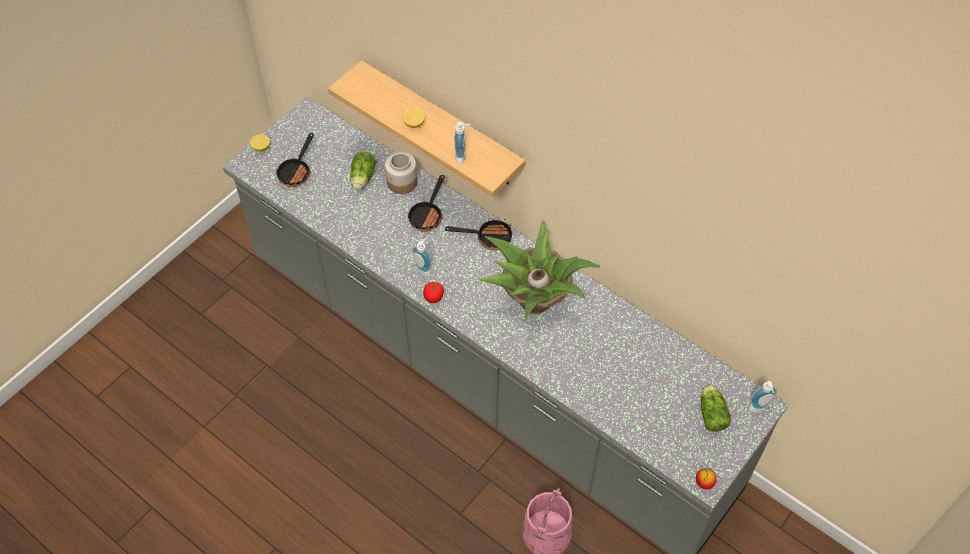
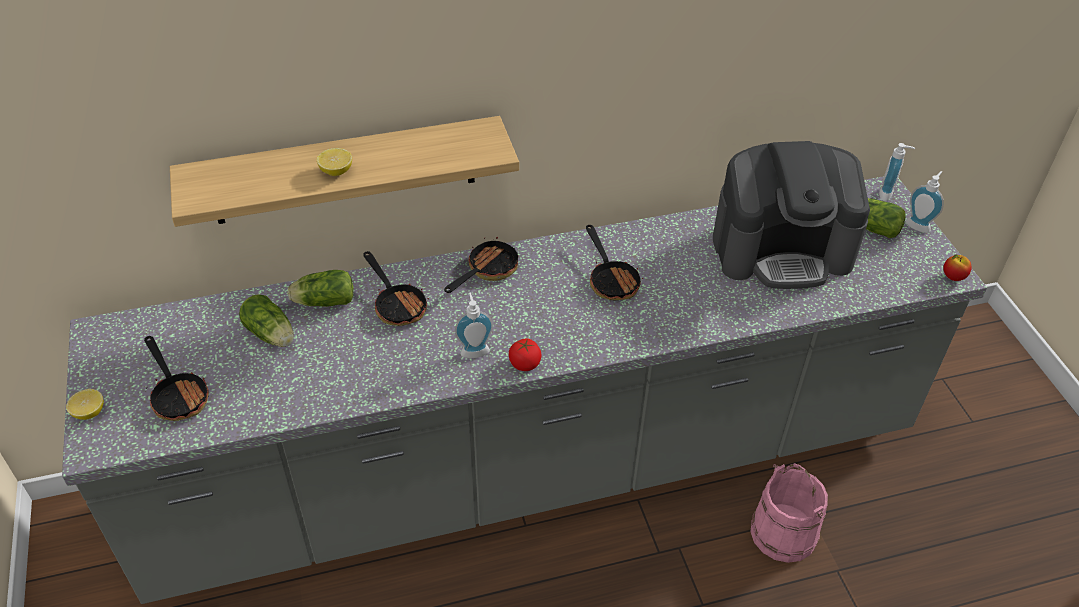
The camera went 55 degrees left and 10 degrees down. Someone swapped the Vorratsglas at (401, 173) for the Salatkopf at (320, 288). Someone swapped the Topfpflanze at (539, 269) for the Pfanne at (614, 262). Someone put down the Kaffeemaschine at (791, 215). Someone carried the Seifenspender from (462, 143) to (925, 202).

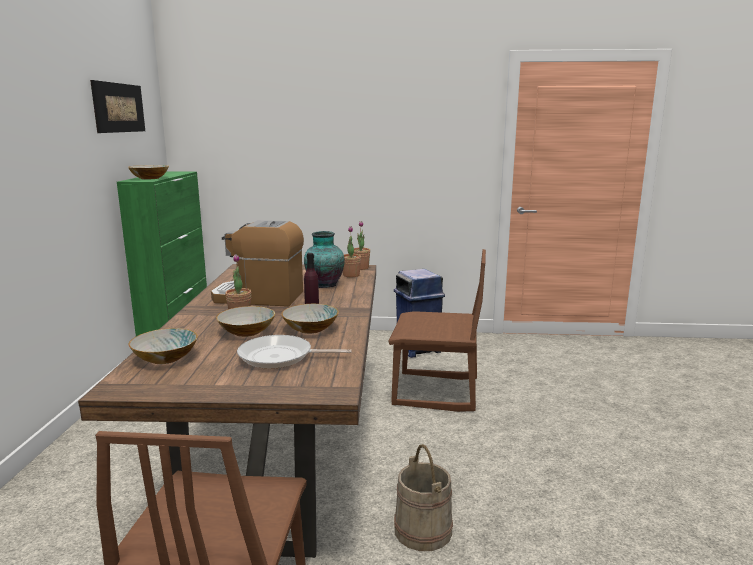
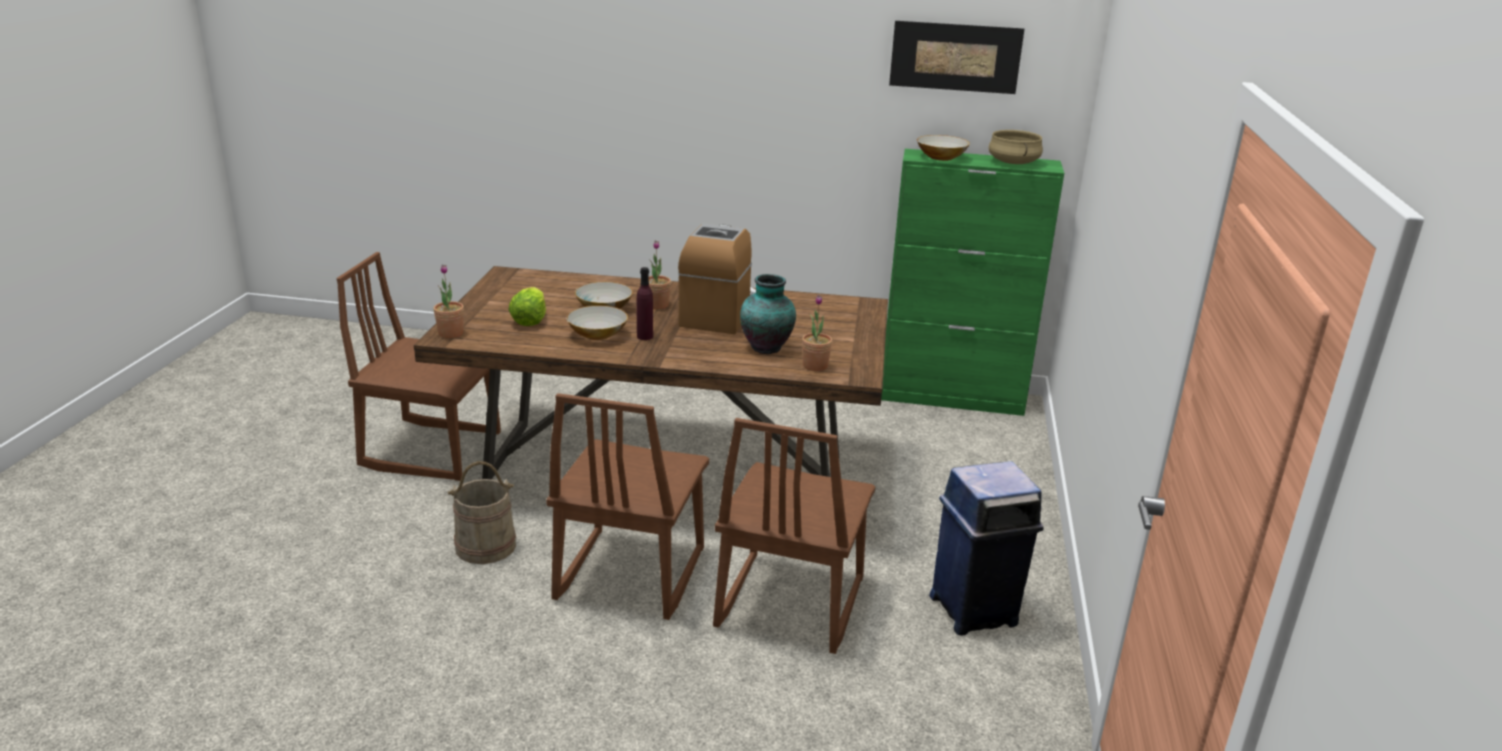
The camera went 95 degrees right and 10 degrees up. Someone carried the Topfpflanze from (362, 245) to (448, 301). Someone swapped the Pfanne at (294, 352) for the Salatkopf at (527, 306). Someone put down the Stuhl (braun) at (627, 506). Someone put down the Kochtopf (beige) at (1015, 147). Someone took away the Schüssel at (163, 346).

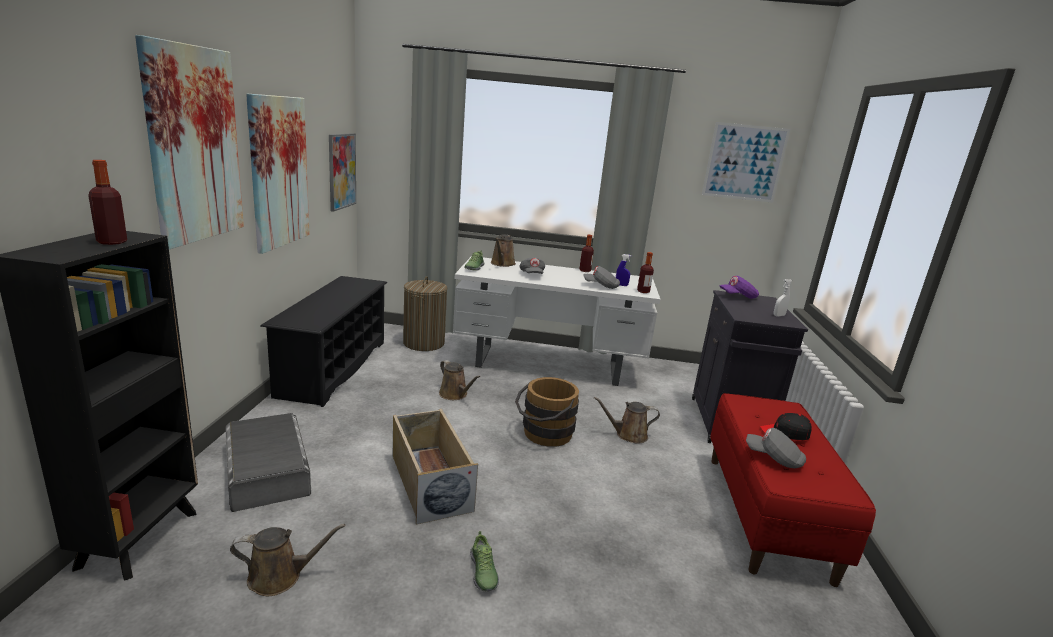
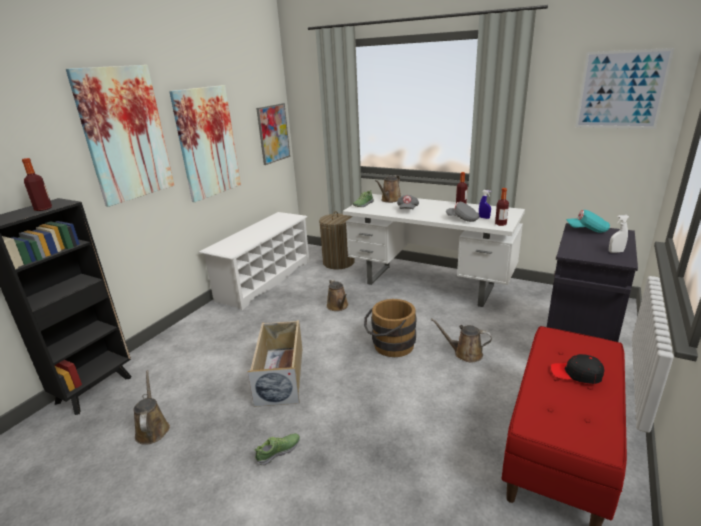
The camera went 25 degrees right and 5 degrees up. Someone rotated the Gießkanne (braun) at (287, 560) by 120 degrees counterclockwise. Someone repainted the Schuhregal (schwarz) at (323, 341), which became the Schuhregal (weiß) at (254, 261). Someone rotated the Schuh at (484, 561) by 135 degrees counterclockwise. Someone repainted the Kappe (lila) at (739, 287), which became the Kappe (türkis) at (588, 221). Someone took away the Aufbewahrungsbox (grau) at (268, 462). Someone took away the Kappe (grau) at (776, 448).

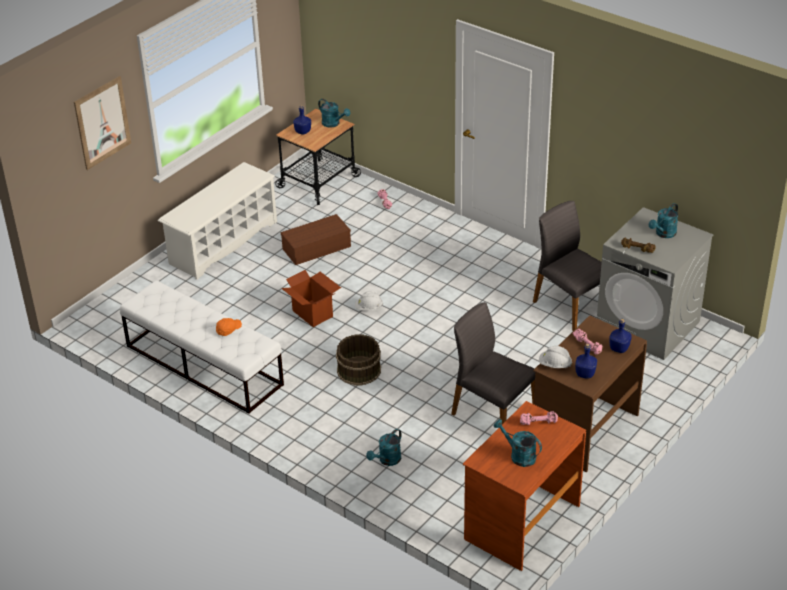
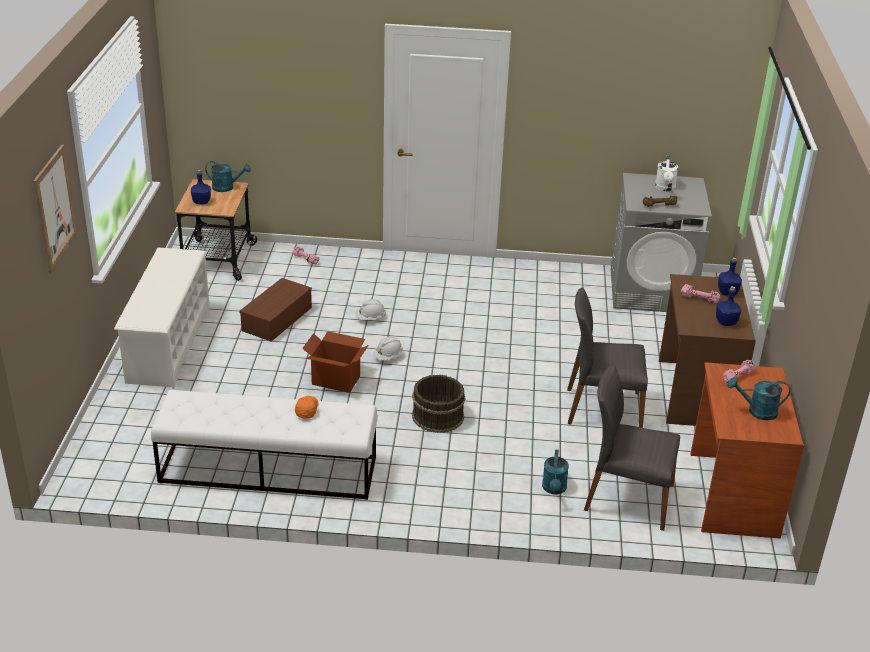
The camera went 35 degrees left and 5 degrees down. Someone carried the Schutzhelm (weiß) from (555, 357) to (370, 309). Someone carried the Stuhl (grau) from (567, 266) to (632, 448). Someone repainted the Gießkanne (türkis) at (663, 220), which became the Gießkanne (weiß) at (666, 173).

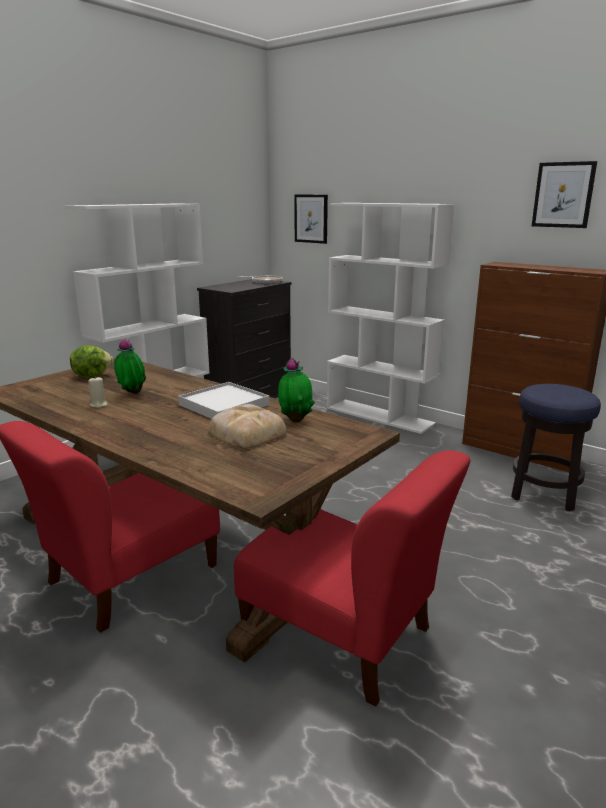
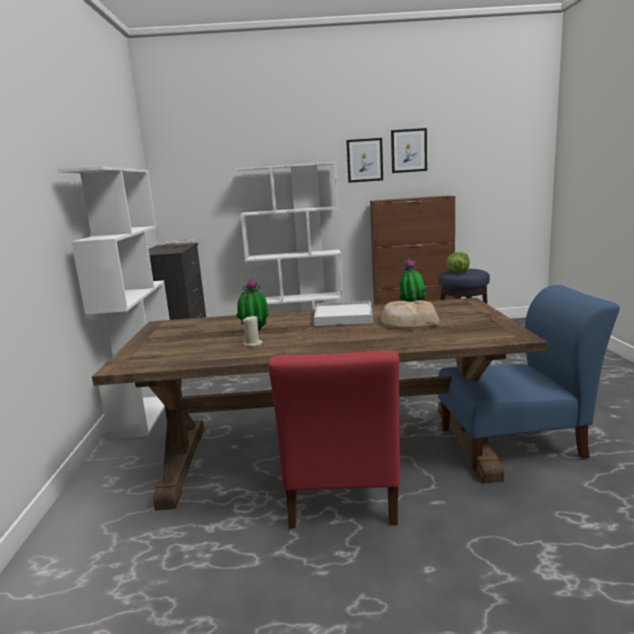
The camera went 40 degrees left and 5 degrees down. Someone carried the Bild from (311, 219) to (364, 160). Someone repainted the Stuhl (rot) at (352, 578), which became the Stuhl (blau) at (529, 378). Someone carried the Salatkopf from (91, 361) to (458, 262).

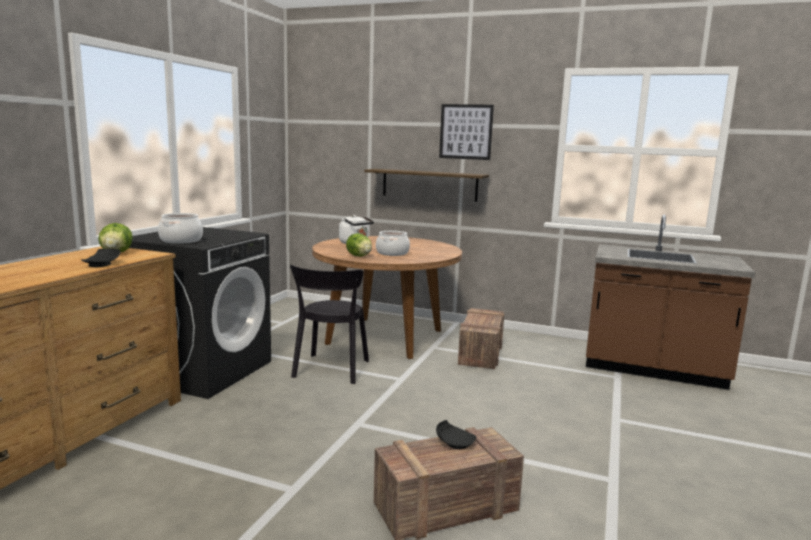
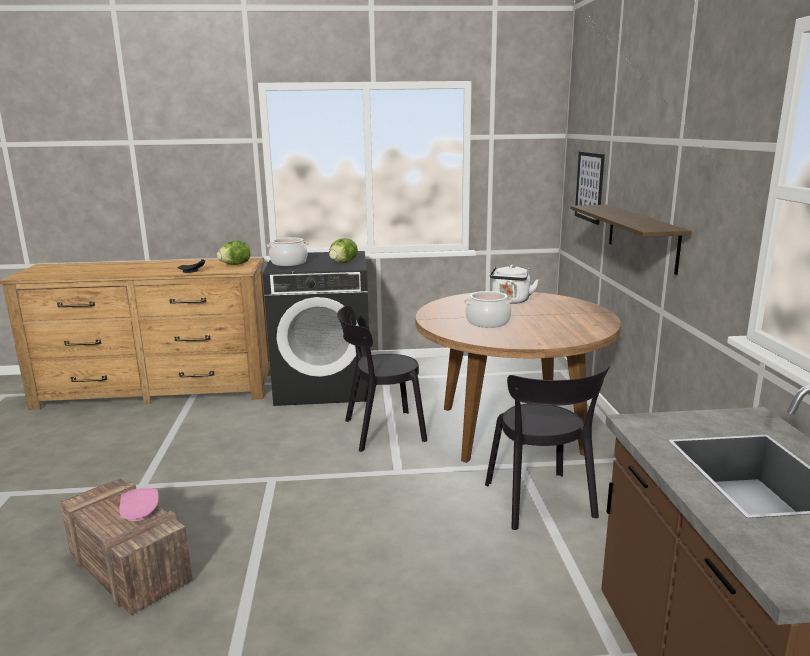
The camera went 65 degrees right and 5 degrees up. Someone repainted the Teller (schwarz) at (456, 434), which became the Teller (rosa) at (139, 504). Someone carried the Salatkopf from (359, 245) to (343, 250). Someone swapped the Kiste at (481, 338) for the Stuhl (schwarz) at (547, 448). Someone carried the Bild from (466, 132) to (590, 188).

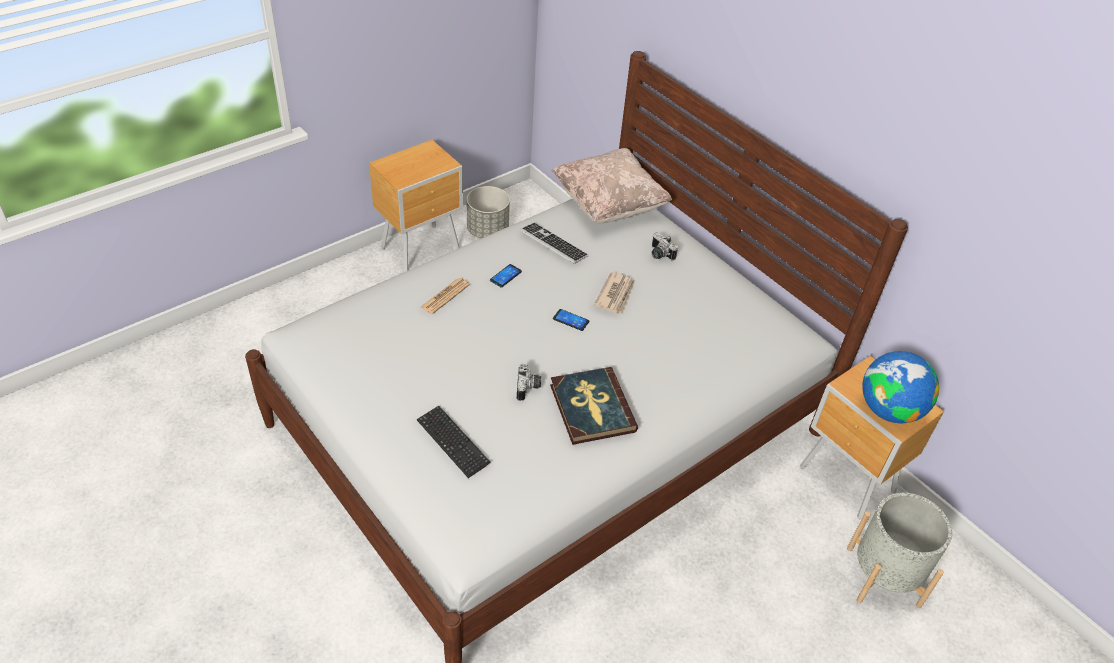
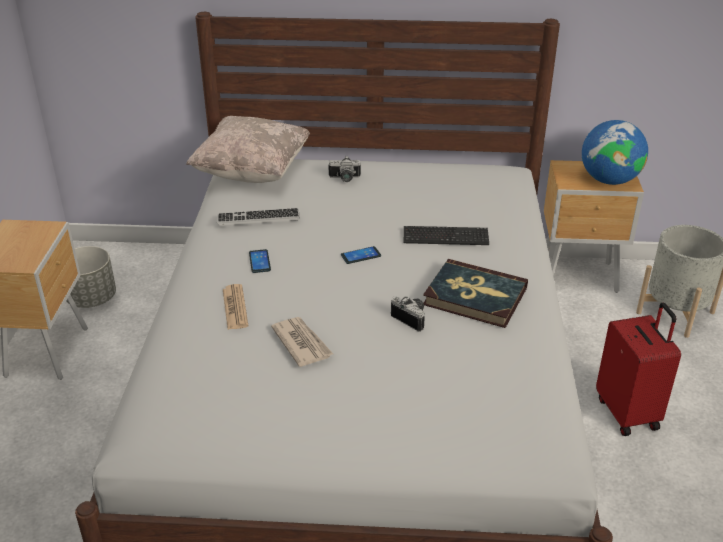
The camera went 45 degrees left and 10 degrees down. Someone carried the Zeitung from (614, 292) to (302, 342). Someone carried the Tastatur from (454, 442) to (446, 235). Someone put down the Koffer (rot) at (638, 369).

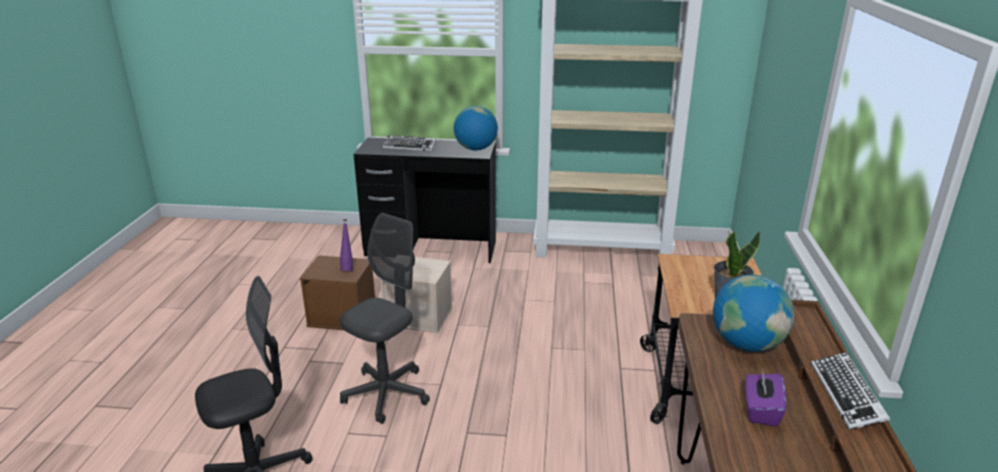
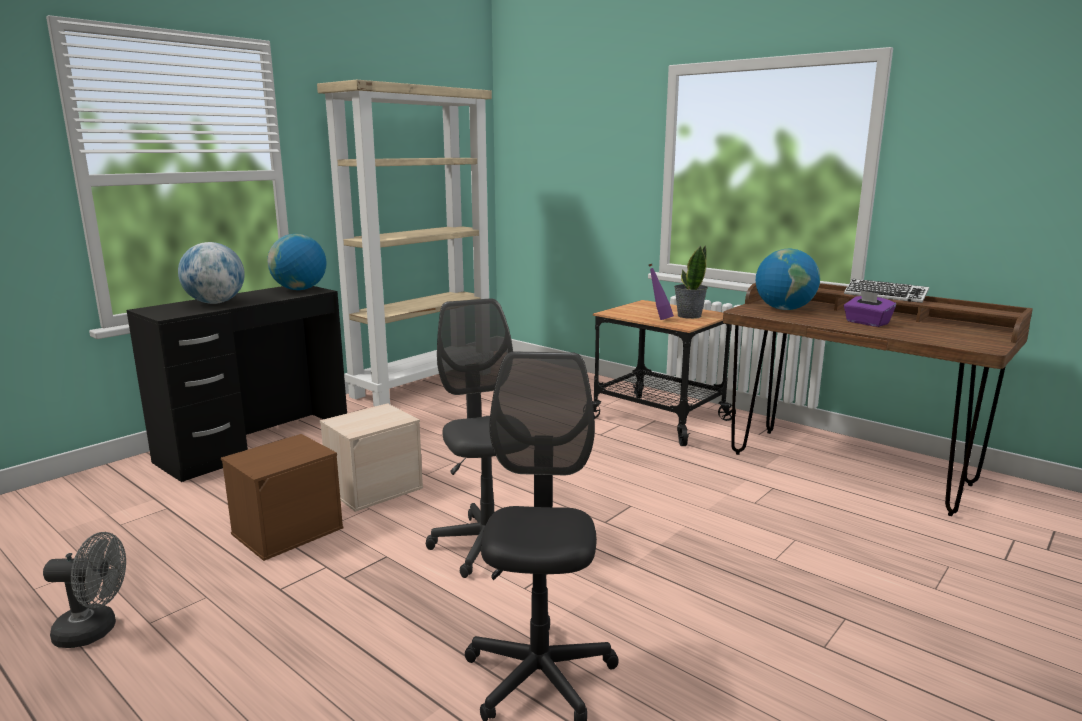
The camera went 55 degrees left and 10 degrees down. Someone put down the Ventilator (grau) at (84, 590). Someone swapped the Tastatur at (409, 143) for the Globus at (211, 273). Someone carried the Flasche (lila) from (346, 245) to (661, 292).

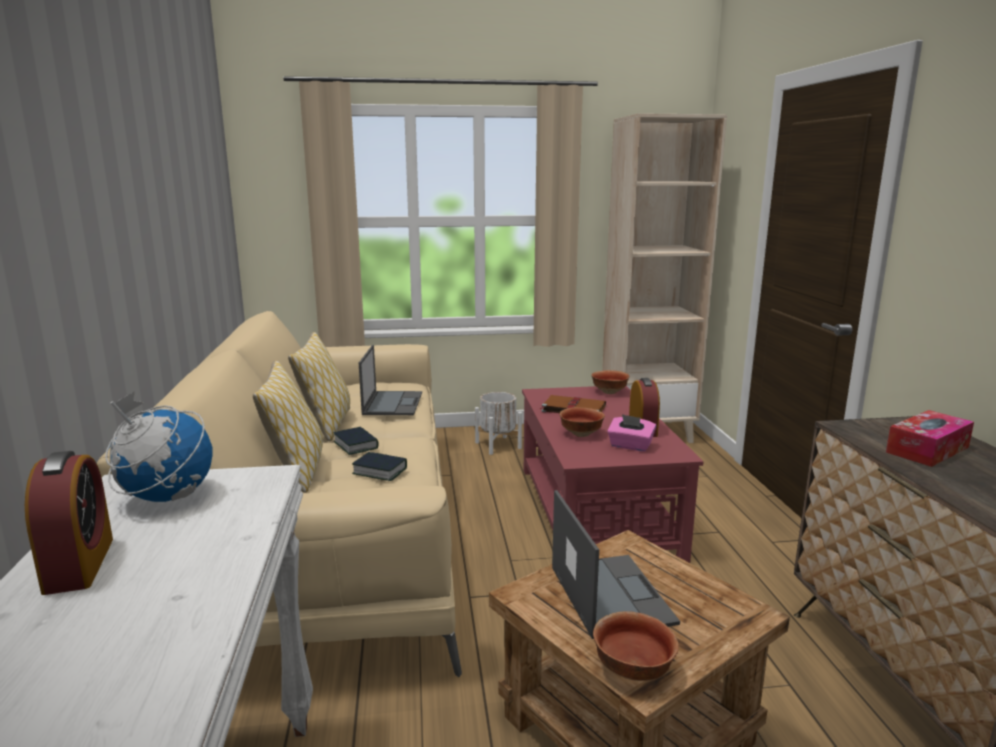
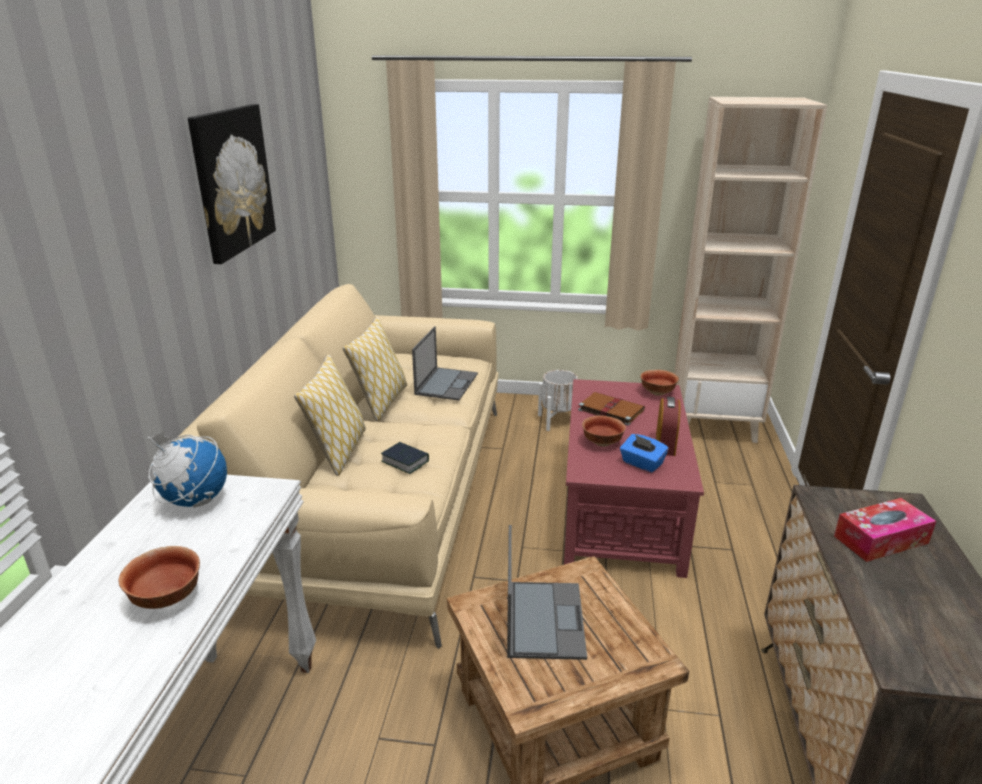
The camera went 15 degrees right and 10 degrees up. Someone carried the Schüssel from (636, 646) to (159, 577). Someone put up the Bild at (232, 184). Someone repainted the Taschentuchbox (rosa) at (631, 433), which became the Taschentuchbox (blau) at (644, 453). Someone took away the Wecker at (69, 523). Someone took away the Buch at (356, 441).

